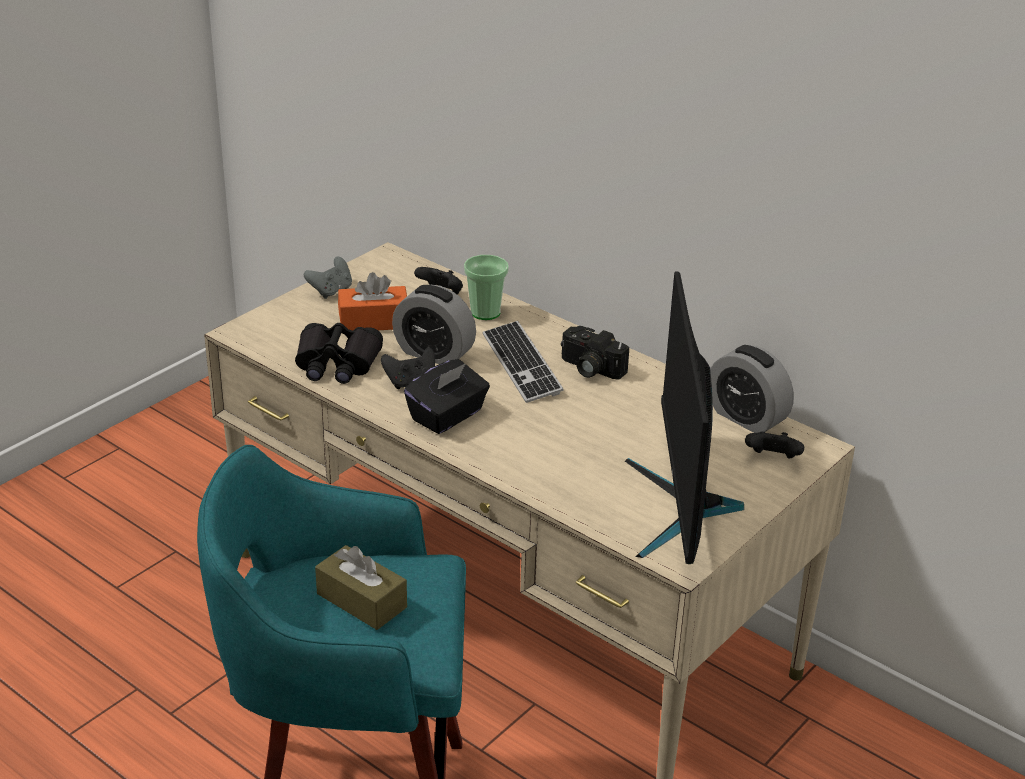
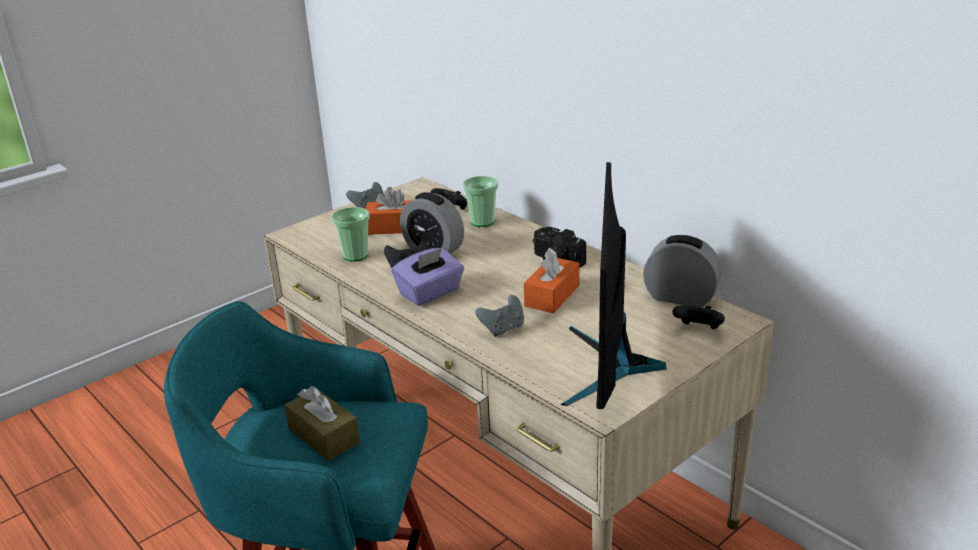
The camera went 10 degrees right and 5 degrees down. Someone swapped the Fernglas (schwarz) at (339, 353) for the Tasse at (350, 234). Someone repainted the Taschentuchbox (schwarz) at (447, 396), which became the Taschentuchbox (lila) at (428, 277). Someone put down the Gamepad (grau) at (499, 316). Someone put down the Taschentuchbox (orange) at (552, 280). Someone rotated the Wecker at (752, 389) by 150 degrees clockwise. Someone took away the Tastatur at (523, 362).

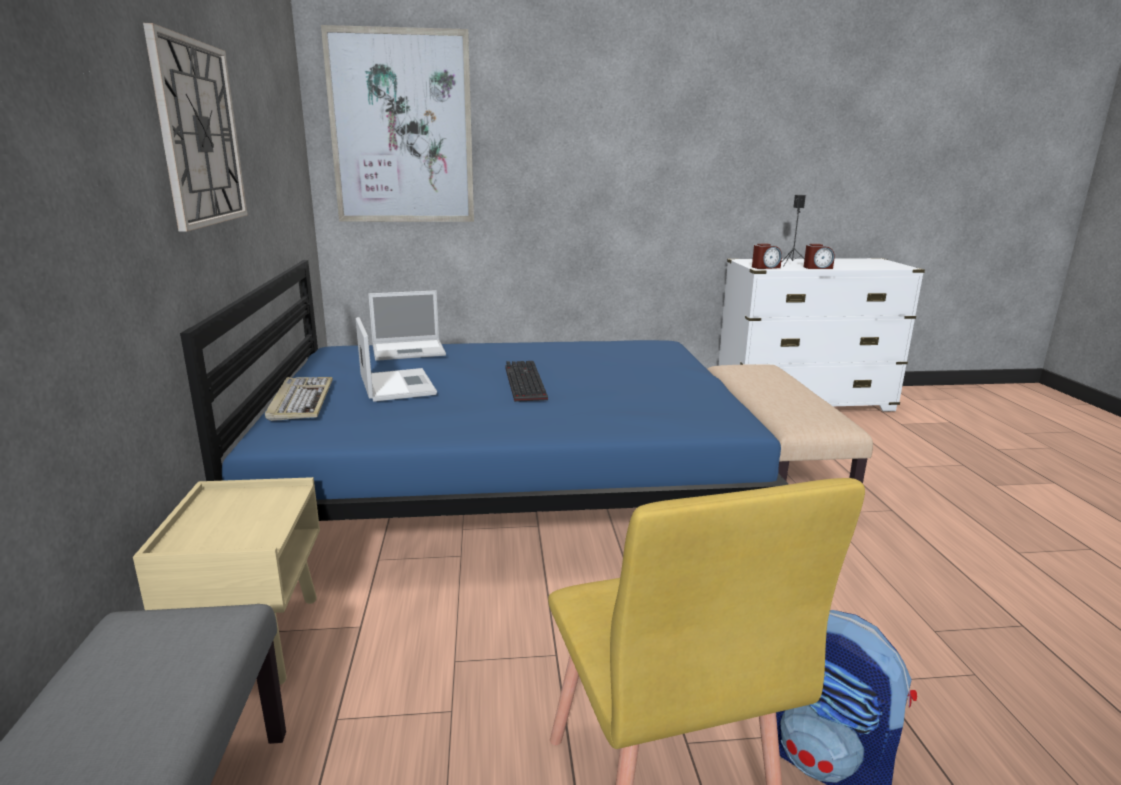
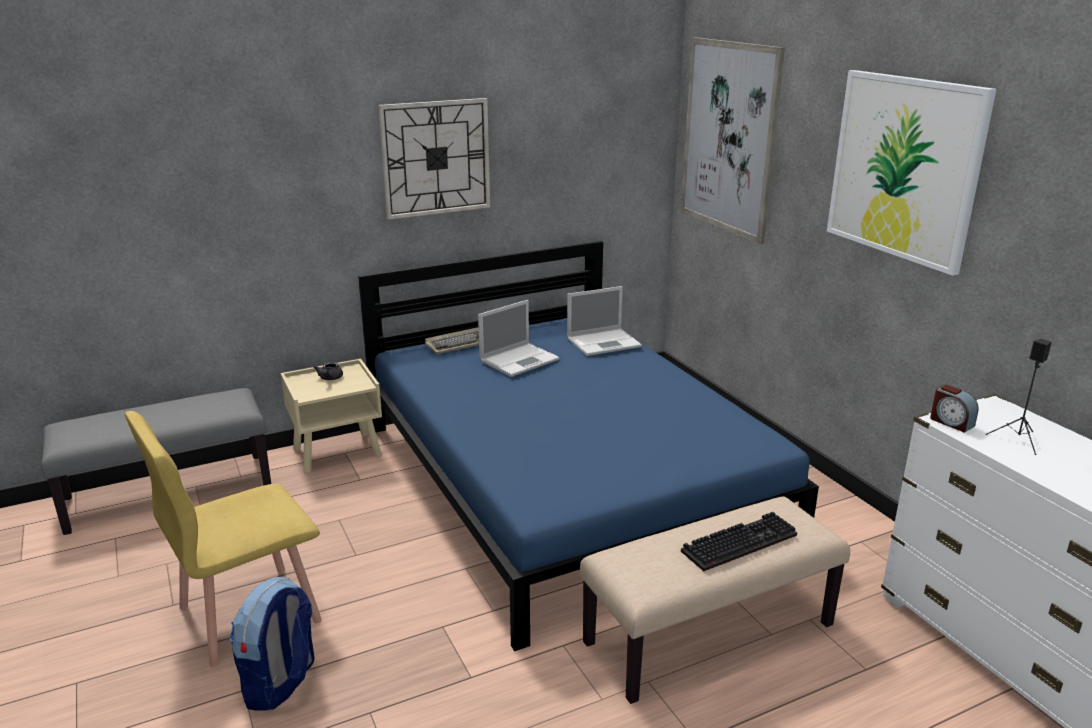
The camera went 70 degrees right and 5 degrees up. Someone put down the Teekanne (grau) at (328, 371). Someone rotated the Laptop at (407, 325) by 75 degrees counterclockwise. Someone carried the Tastatur from (526, 381) to (739, 541). Someone put up the Bild at (911, 173). Someone took away the Wecker at (819, 256).

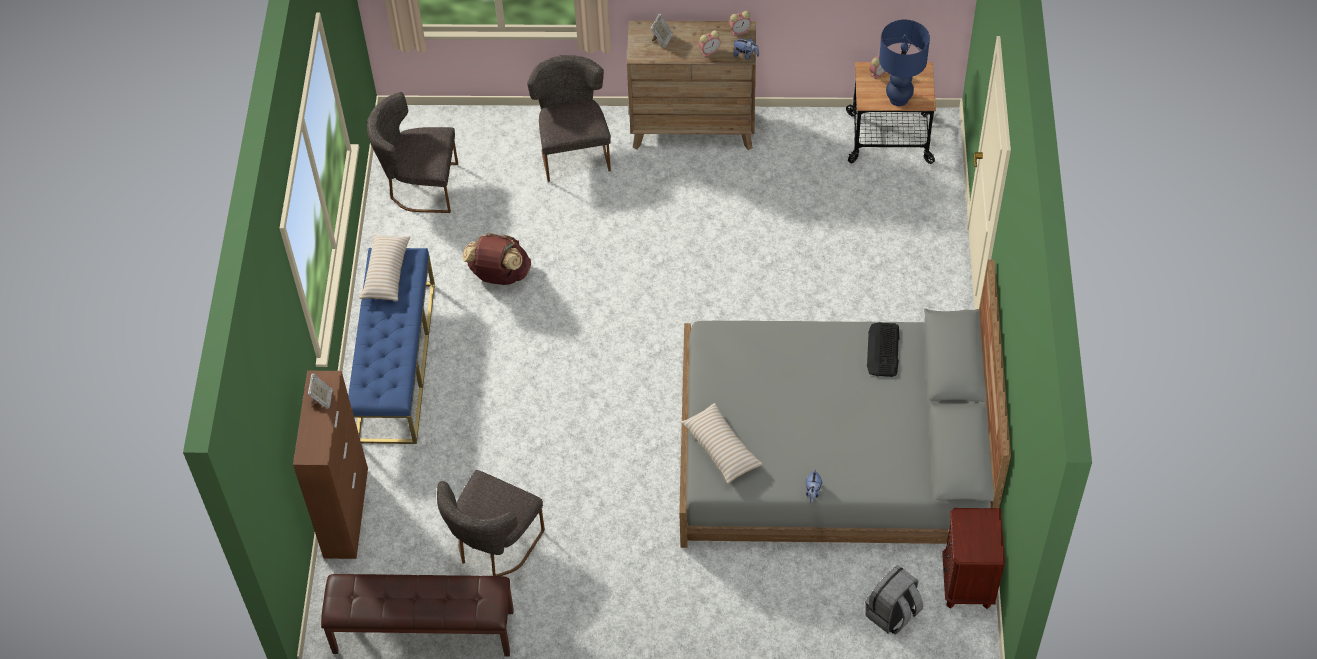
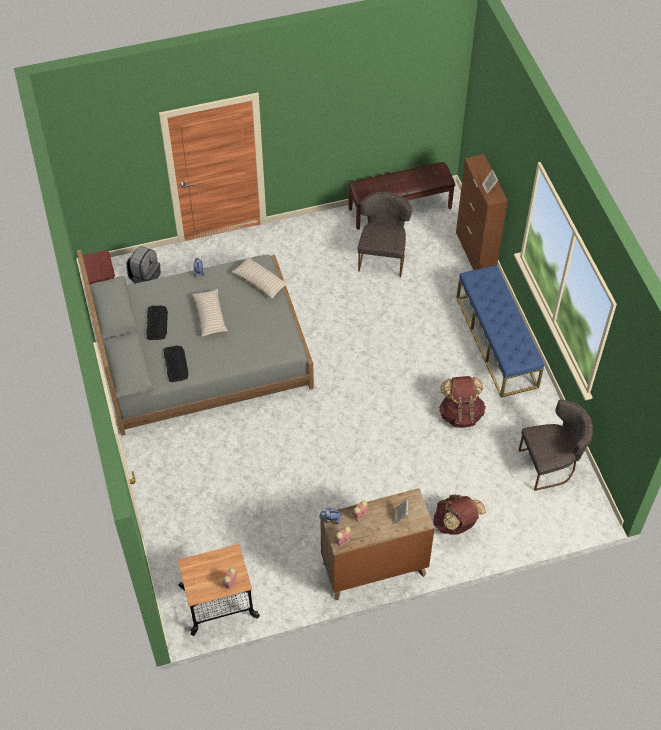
The camera went 160 degrees right and 0 degrees up. Someone put down the Tastatur at (157, 322). Someone carried the Kissen (beige) from (384, 267) to (210, 313). Someone swapped the Stuhl (grau) at (569, 118) for the Rucksack (braun) at (459, 514). Someone took away the Tischlampe (blau) at (904, 63).

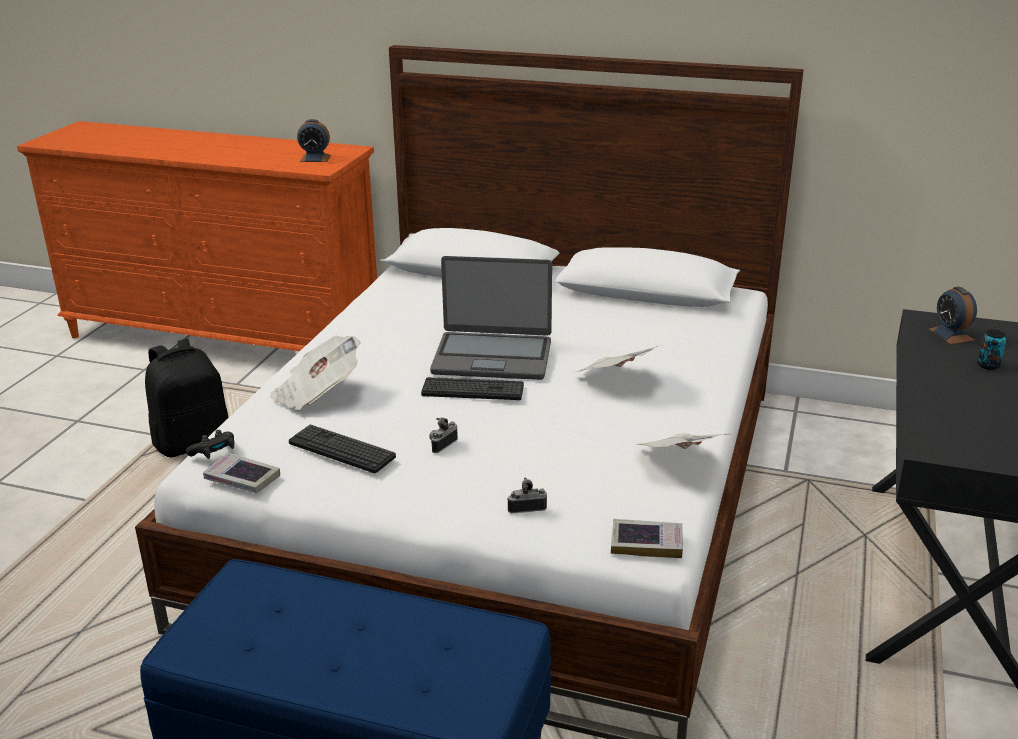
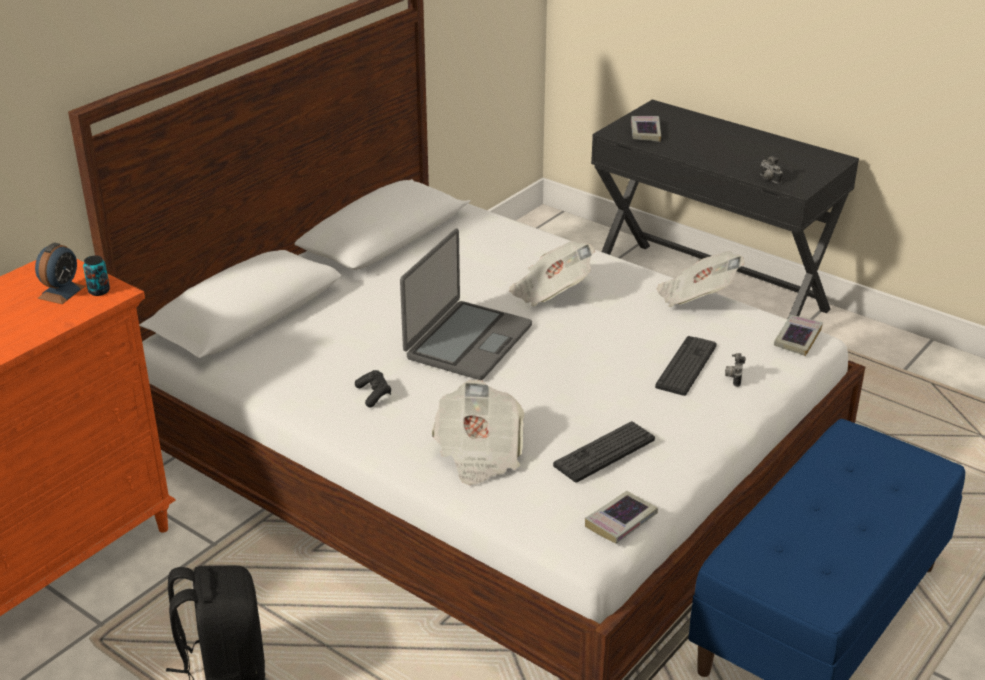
The camera went 70 degrees left and 5 degrees up. Someone carried the Dose from (991, 349) to (96, 275). Someone carried the Gamepad (schwarz) from (210, 444) to (373, 388). Someone swapped the Wecker at (953, 315) for the Buch at (646, 129). Someone carried the Tastatur from (472, 388) to (686, 366). Someone carried the Kamera from (443, 435) to (771, 170).

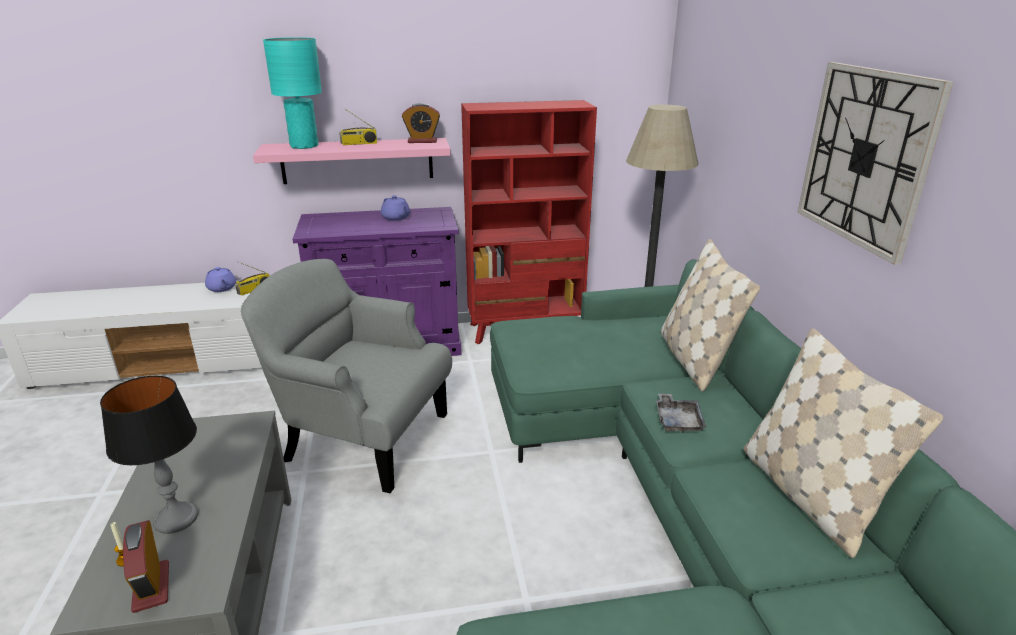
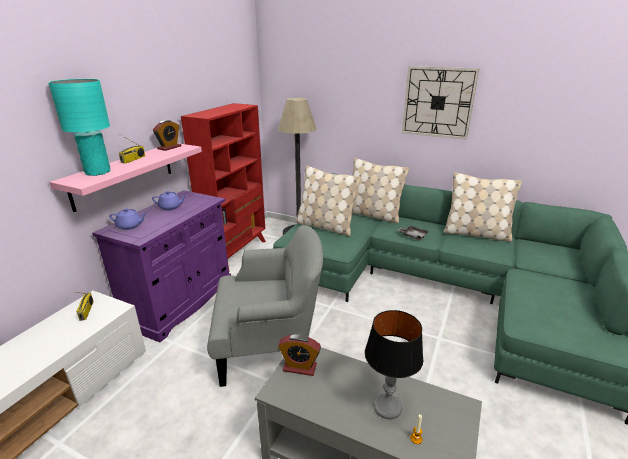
The camera went 55 degrees left and 0 degrees up. Someone carried the Teekanne (lila) from (220, 279) to (128, 219). Someone rotated the Sessel (grau) at (346, 376) by 150 degrees counterclockwise. Someone carried the Wecker from (146, 566) to (299, 355). Someone put down the Kissen (beige) at (328, 201).

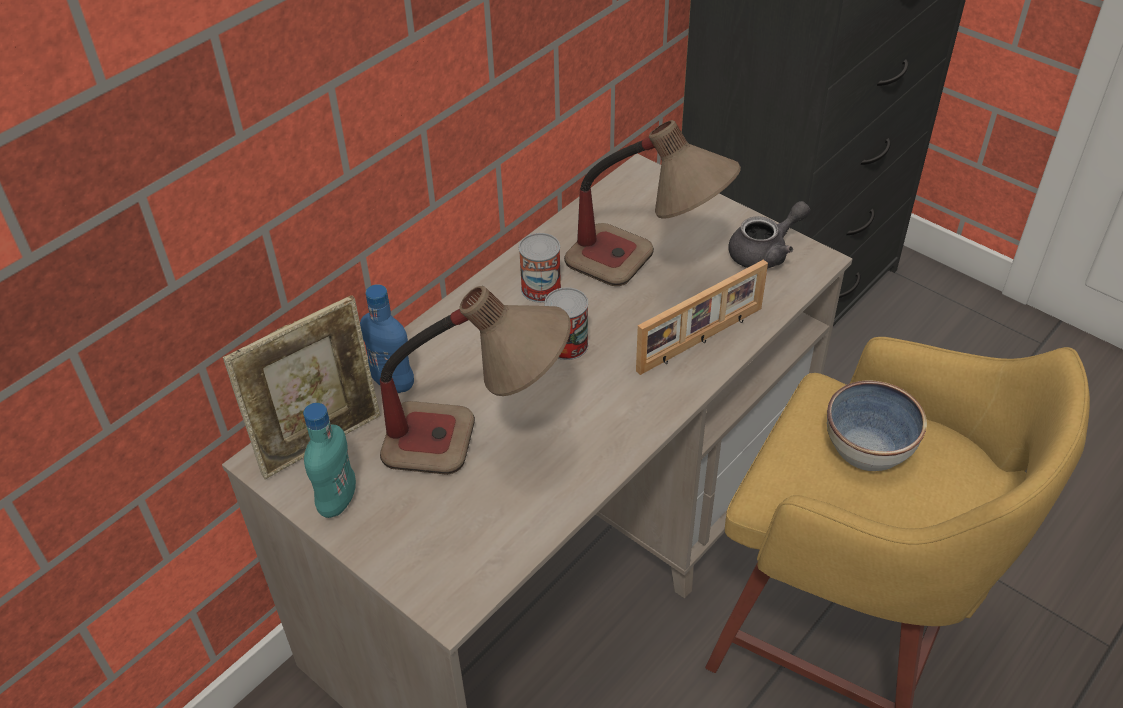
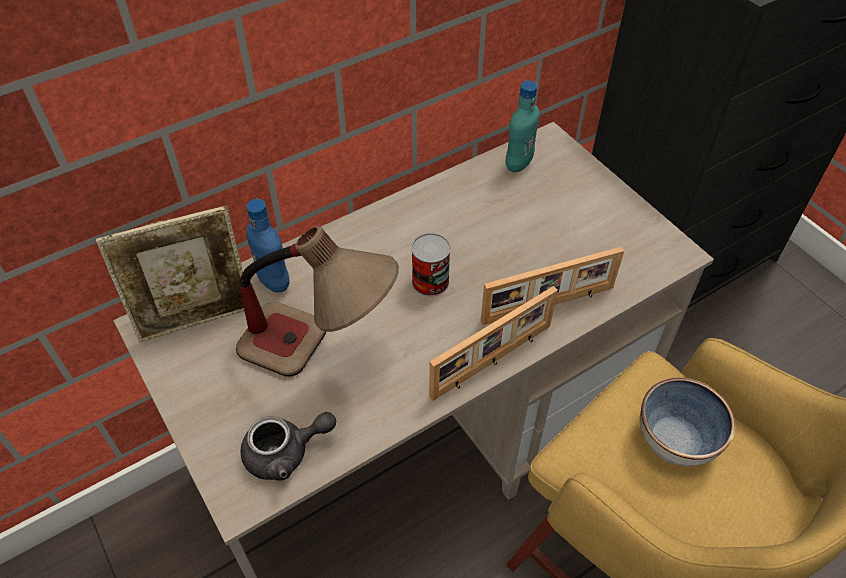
The camera went 15 degrees right and 5 degrees up. Someone carried the Teekanne (grau) from (769, 235) to (288, 446). Someone put down the Bilderrahmen at (493, 343). Someone carried the Flasche (türkis) from (329, 460) to (523, 126). Someone took away the Dose at (540, 268). Someone took away the Tischlampe at (652, 203).

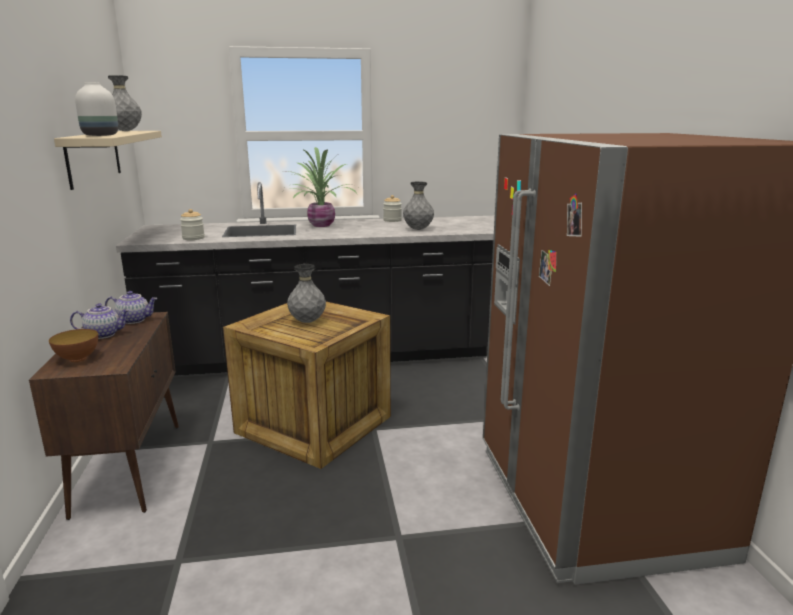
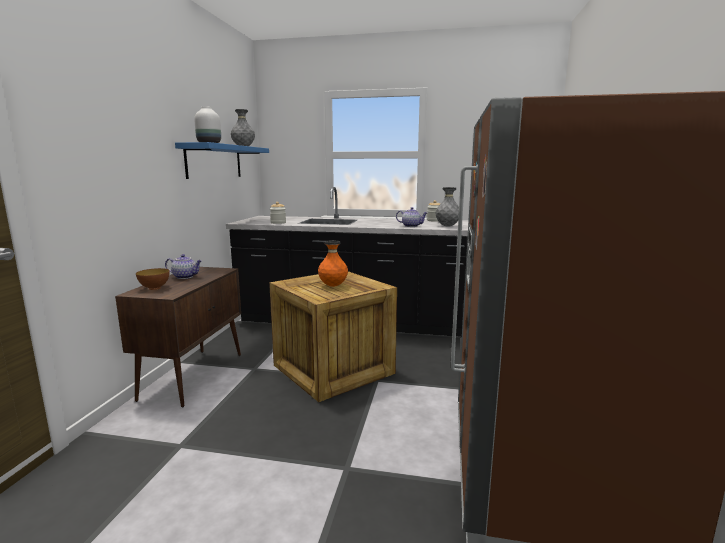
The camera went 20 degrees right and 5 degrees down. Someone repainted the Wandregal (beige) at (108, 160), which became the Wandregal (blau) at (222, 160). Someone repainted the Vase (grau) at (306, 293), which became the Vase (orange) at (333, 263). Someone carried the Teekanne from (131, 307) to (411, 217). Someone took away the Topfpflanze at (319, 187).

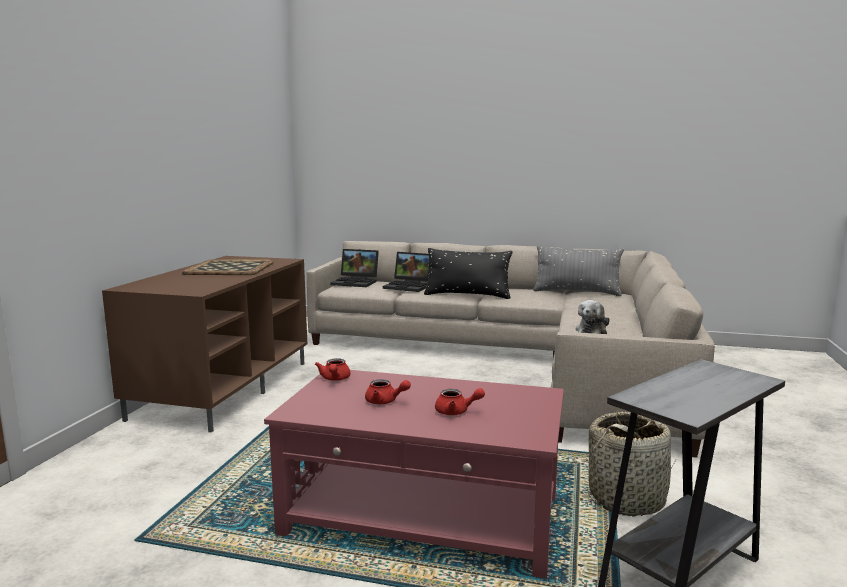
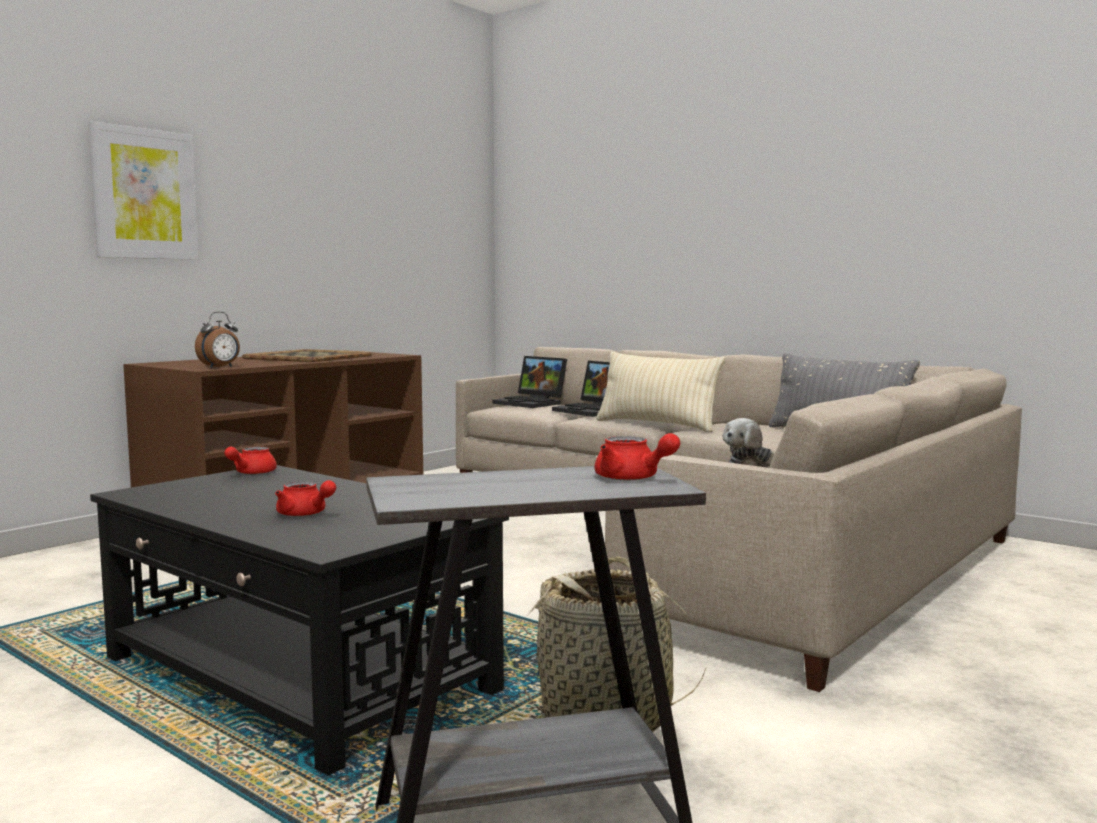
The camera went 25 degrees right and 5 degrees down. Someone put up the Bild at (143, 190). Someone repainted the Couchtisch (rot) at (414, 474), which became the Couchtisch (schwarz) at (299, 620). Someone put down the Wecker at (217, 340). Someone carried the Teekanne (rot) from (388, 391) to (637, 456). Someone repainted the Kissen (schwarz) at (468, 273), which became the Kissen (beige) at (660, 391).

